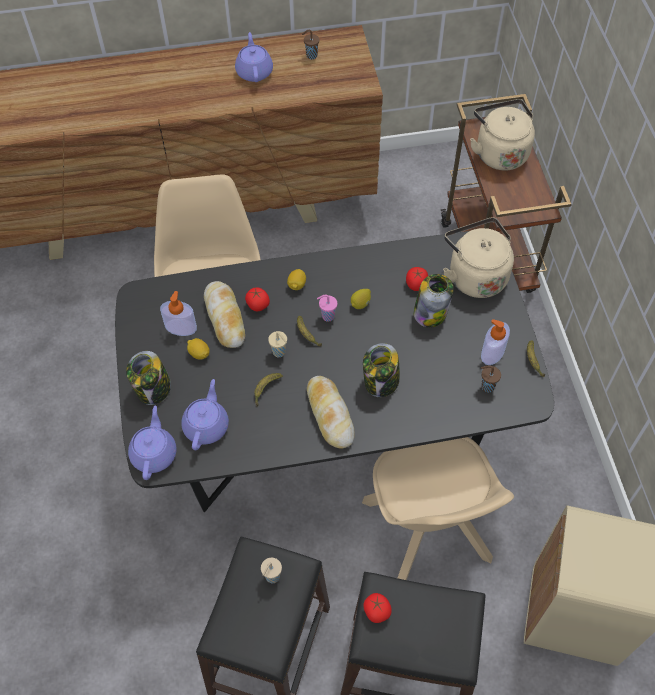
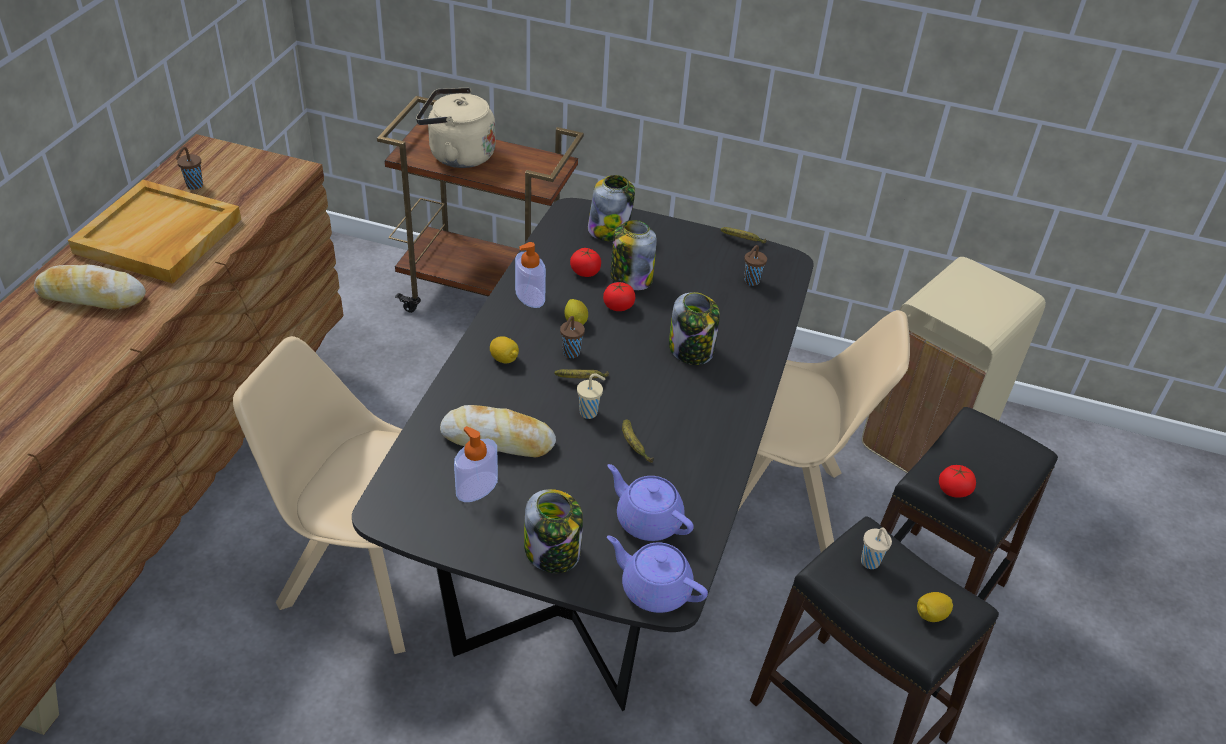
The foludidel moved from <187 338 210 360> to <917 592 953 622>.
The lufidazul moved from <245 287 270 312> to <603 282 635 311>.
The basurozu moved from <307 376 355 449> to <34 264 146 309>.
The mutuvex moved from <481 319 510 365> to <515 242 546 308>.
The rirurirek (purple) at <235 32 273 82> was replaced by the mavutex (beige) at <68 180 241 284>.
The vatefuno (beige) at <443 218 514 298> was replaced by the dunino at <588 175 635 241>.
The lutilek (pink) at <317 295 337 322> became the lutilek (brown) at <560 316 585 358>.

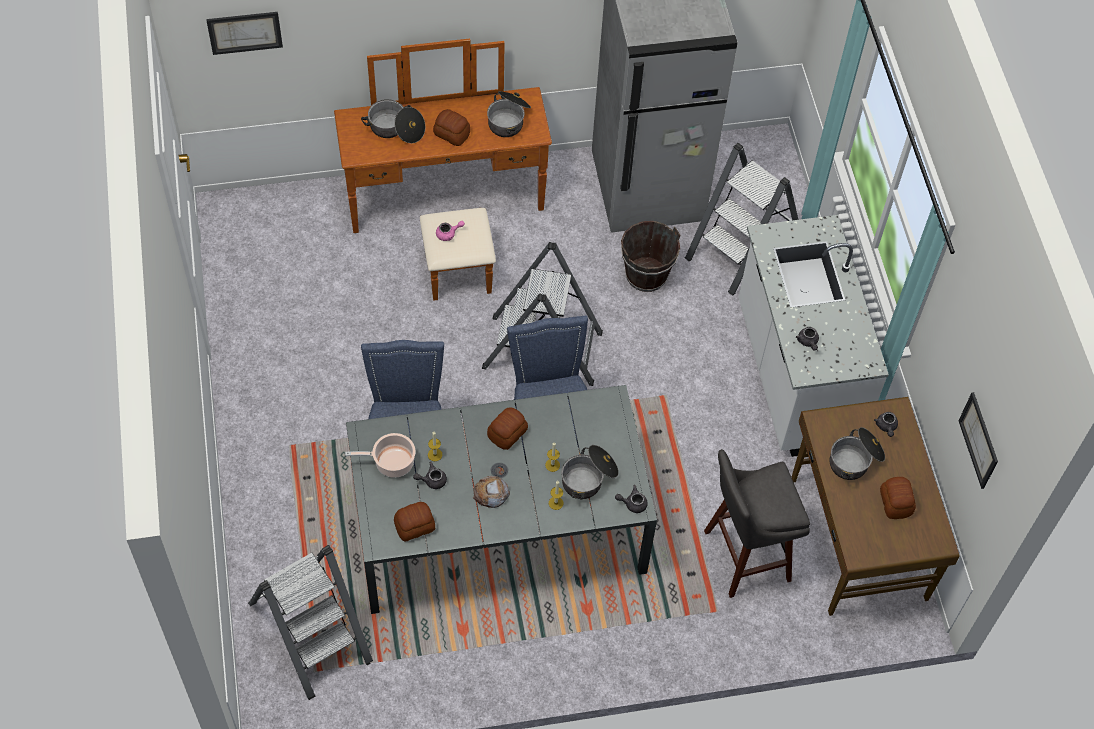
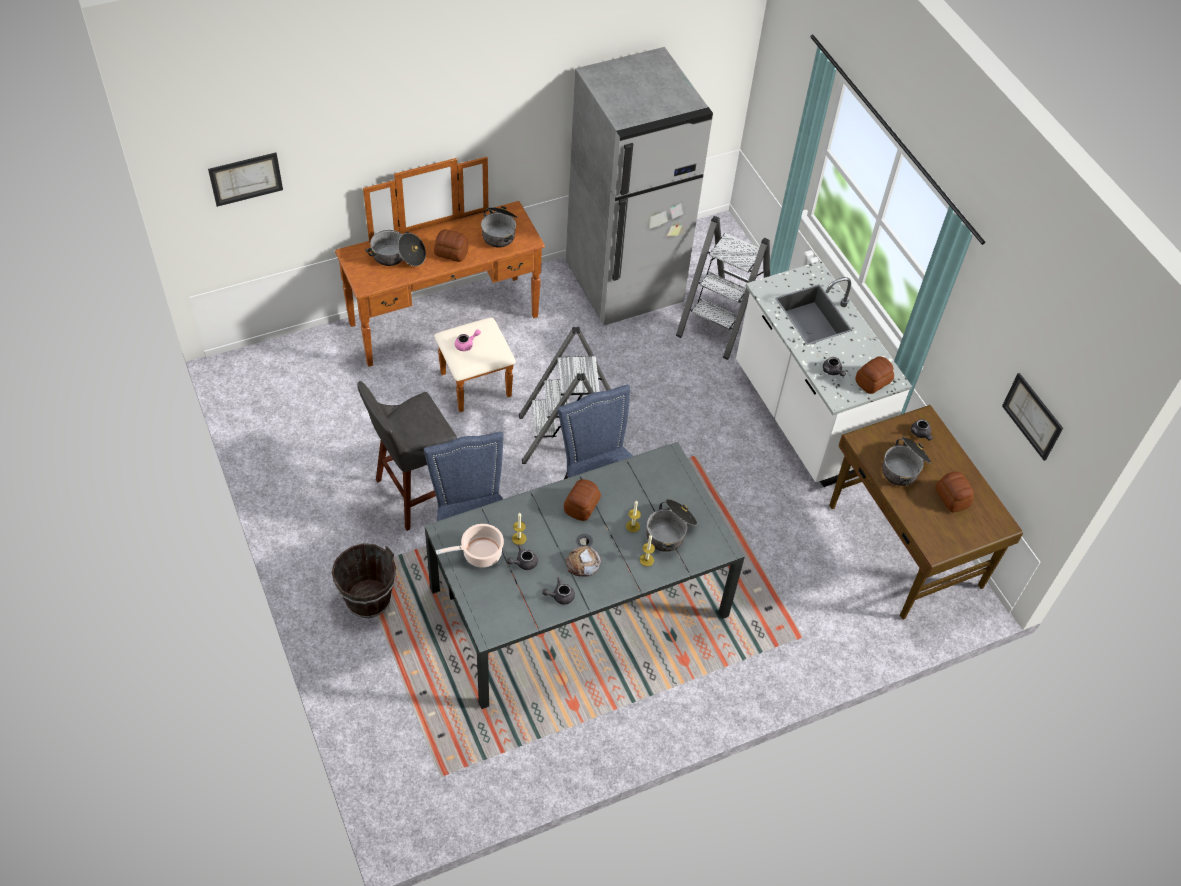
The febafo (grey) at <248 545 373 700> disappeared.
The basurozu moved from <394 502 435 542> to <855 356 894 394>.
The rirurirek (grey) moved from <615 485 648 513> to <542 577 575 605>.
The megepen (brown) moved from <621 221 681 292> to <332 543 396 618>.
The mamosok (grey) moved from <704 449 810 598> to <357 381 457 531>.

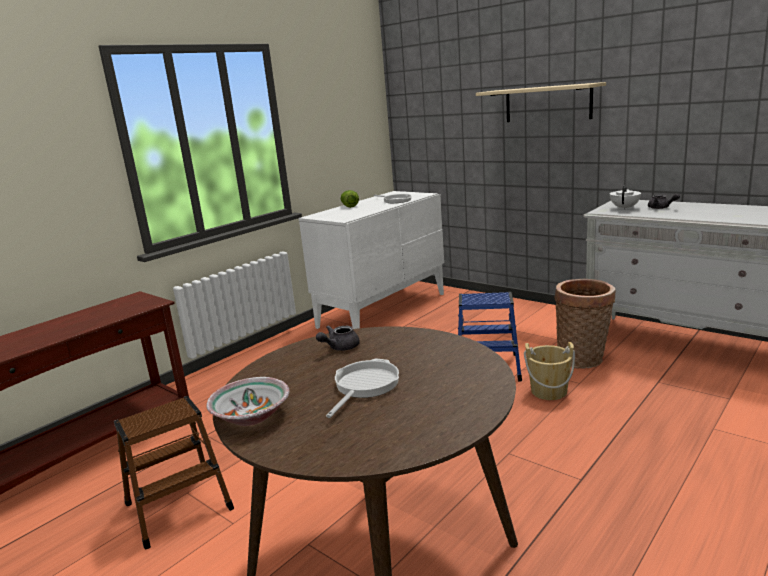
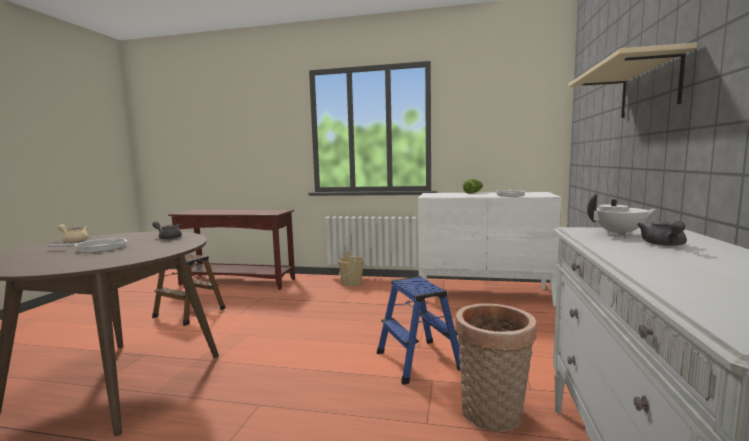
The megepen (beige) moved from <524 342 575 400> to <338 251 364 286>.
The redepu at <206 377 290 426> was replaced by the rirurirek (beige) at <58 224 89 242>.

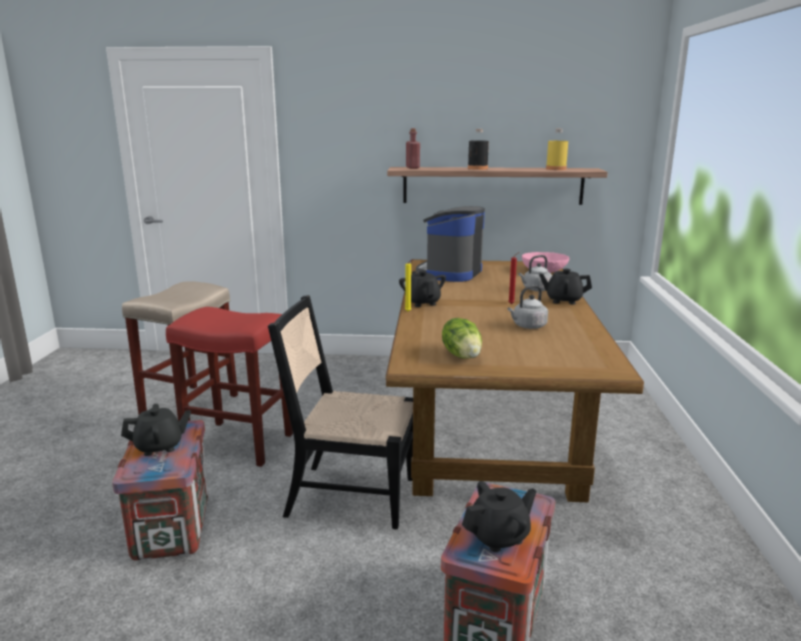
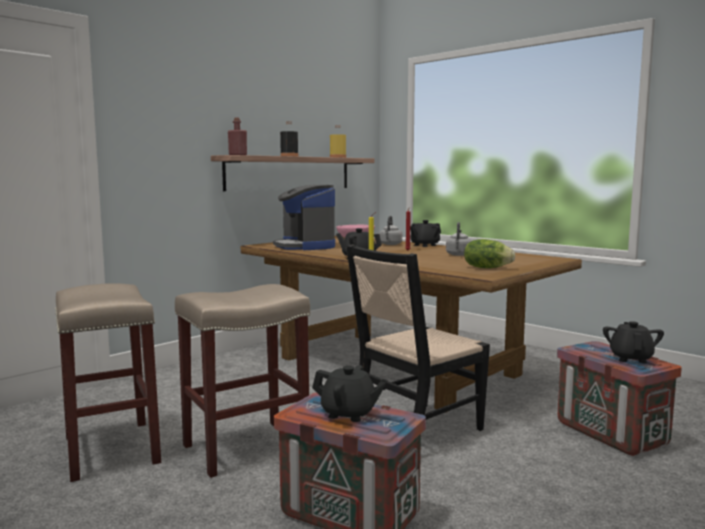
The mamosok (red) at <166 307 293 467> became the mamosok (beige) at <175 284 310 478>.
The rirurirek (black) at <121 404 191 456> turned 90 degrees clockwise.

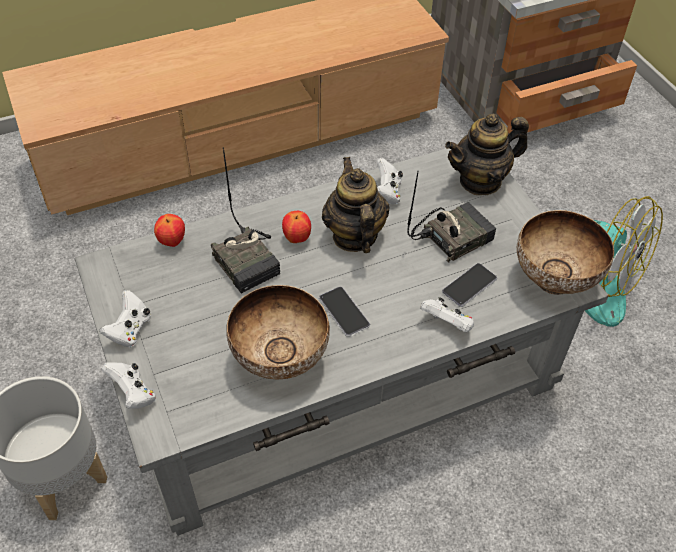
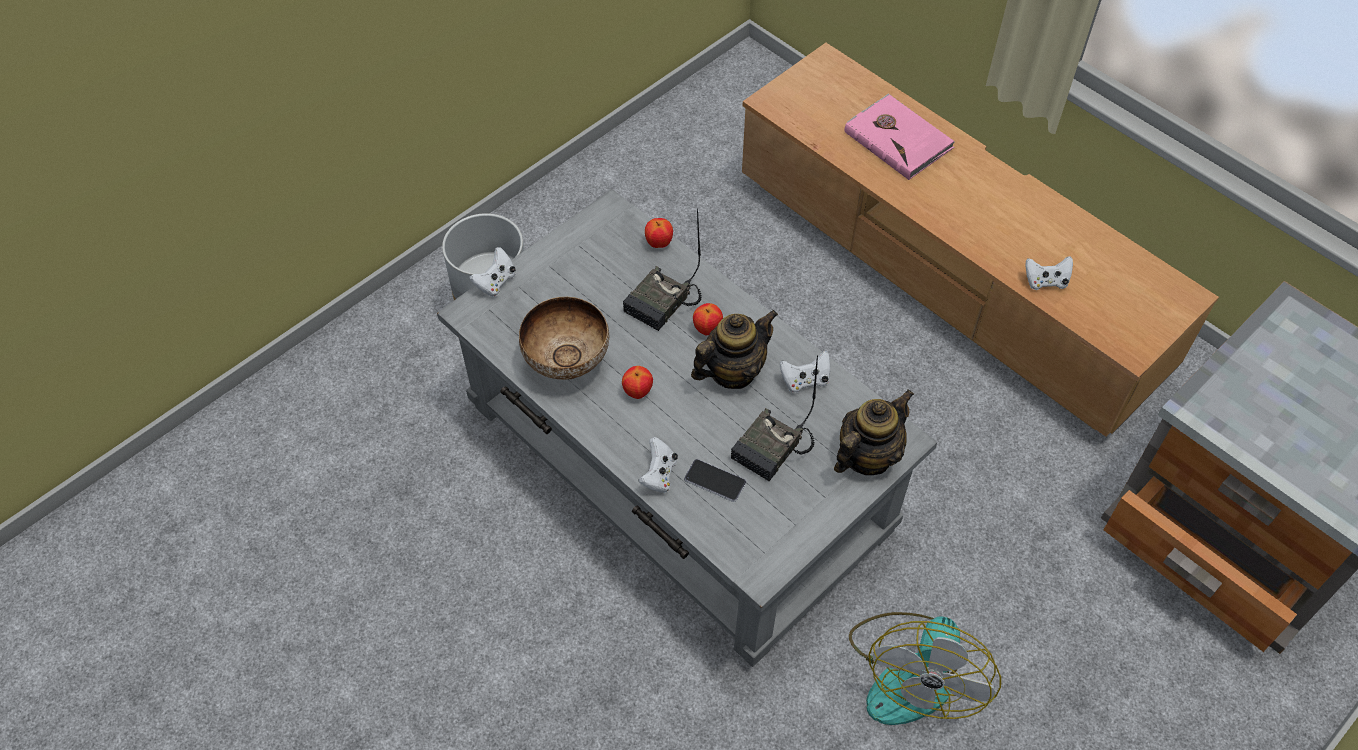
The redepu at <517 210 614 295> disappeared.
The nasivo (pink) at <844 93 954 180> appeared.
The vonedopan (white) moved from <100 290 151 347> to <1025 256 1073 290>.
The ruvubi at <319 287 370 337> was replaced by the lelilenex at <622 366 653 399>.
The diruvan at <407 170 496 263> turned 90 degrees clockwise.
The rirurirek at <445 114 529 195> turned 90 degrees clockwise.

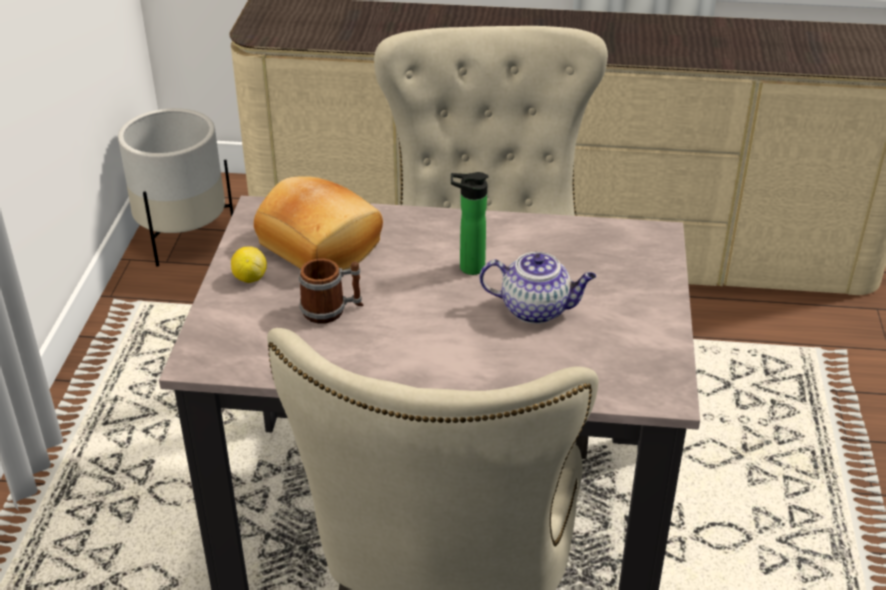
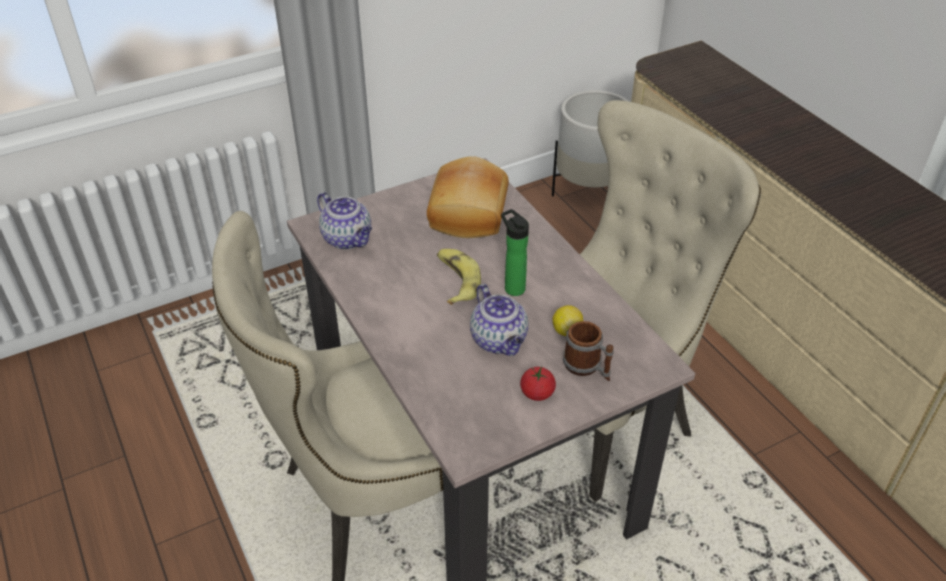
The rirurirek at <317 192 372 250> appeared.
The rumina at <437 249 481 305> appeared.
The lufidazul at <520 367 556 401> appeared.
The foludidel moved from <231 247 267 283> to <553 305 583 336>.
The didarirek moved from <299 259 363 324> to <563 321 614 381>.

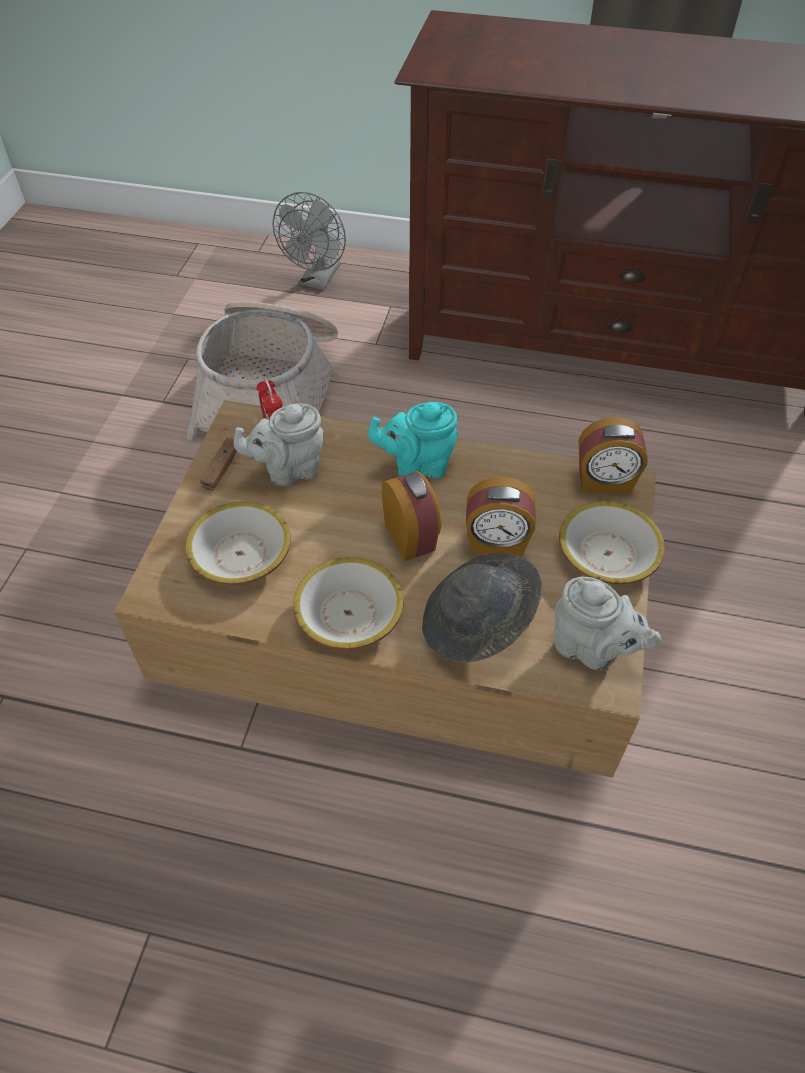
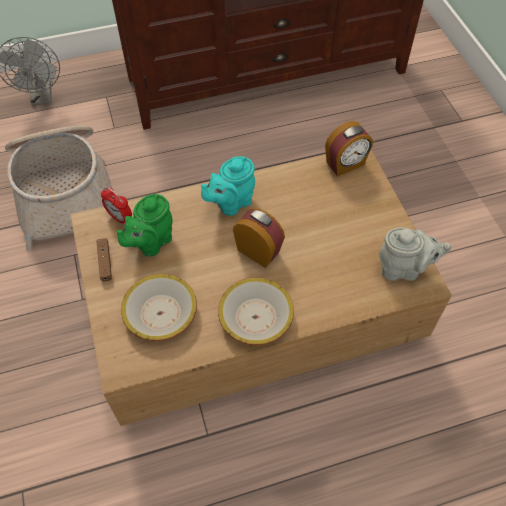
The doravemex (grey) at <422 553 542 662> disappeared.
The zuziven at <466 477 535 556> disappeared.
The redepu at <559 501 665 585> disappeared.
The rirurirek (grey) at <233 403 324 486> became the rirurirek (green) at <117 194 173 257>.

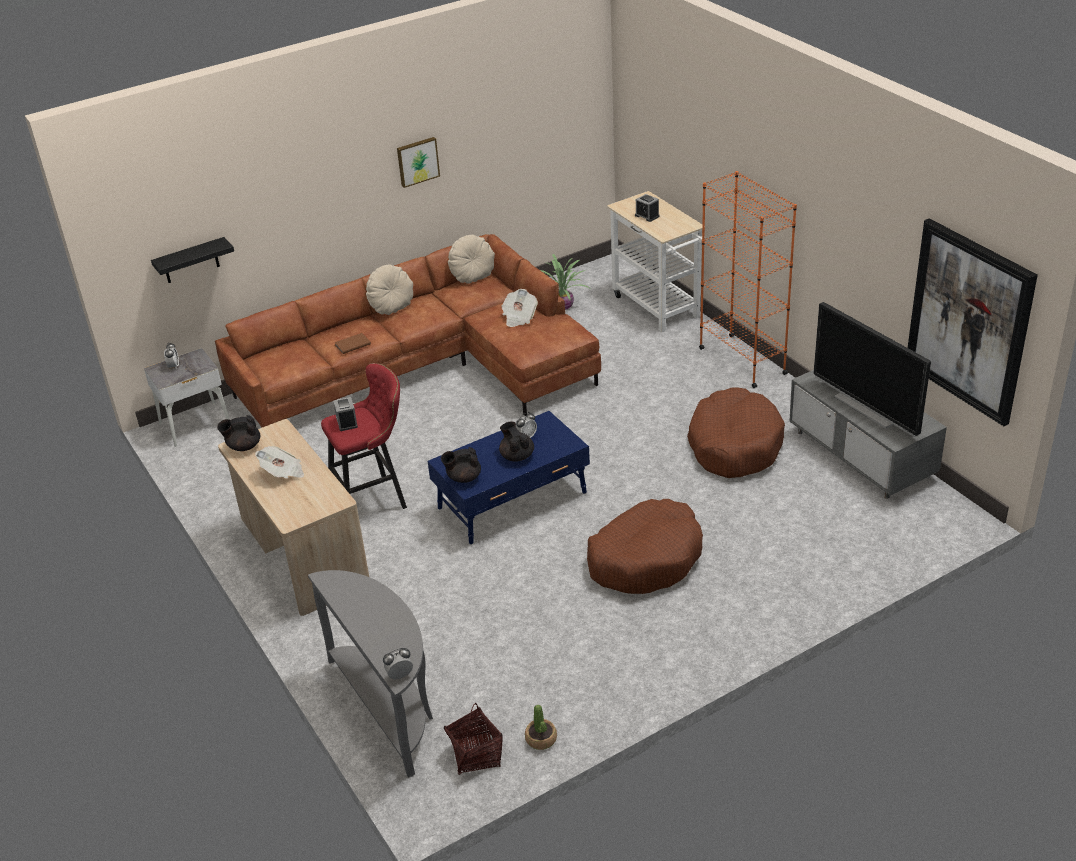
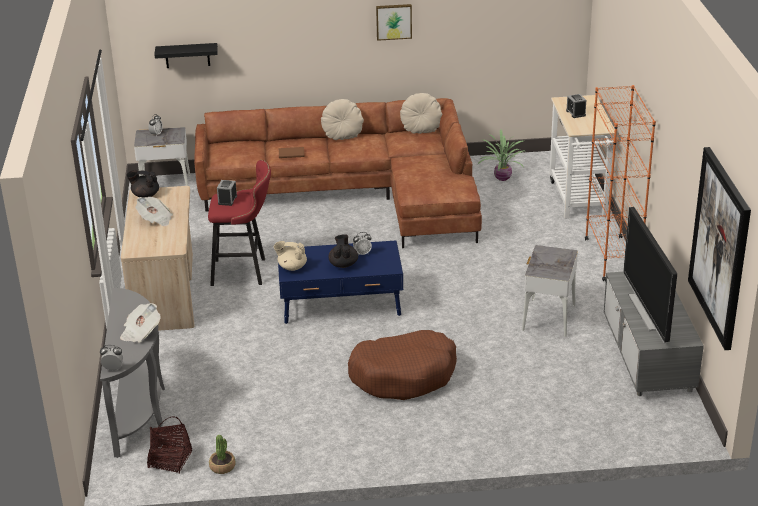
The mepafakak moved from <501 289 538 327> to <120 303 161 343>.
The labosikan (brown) at <687 387 785 478> was replaced by the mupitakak at <522 245 578 337>.
The rirurirek (black) at <441 447 481 483> became the rirurirek (beige) at <274 241 307 271>.

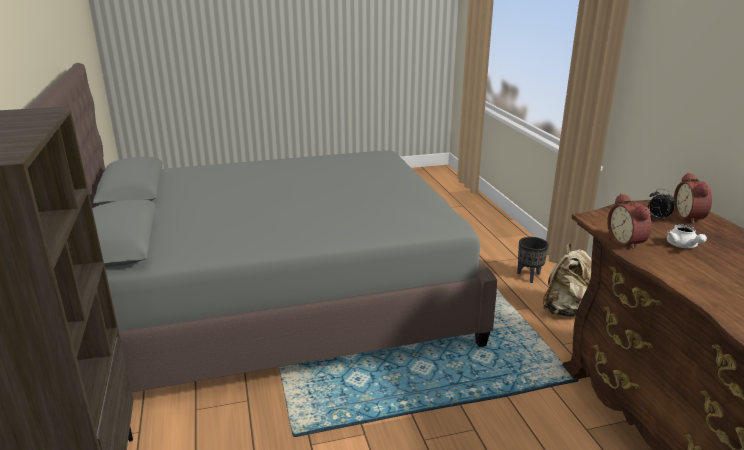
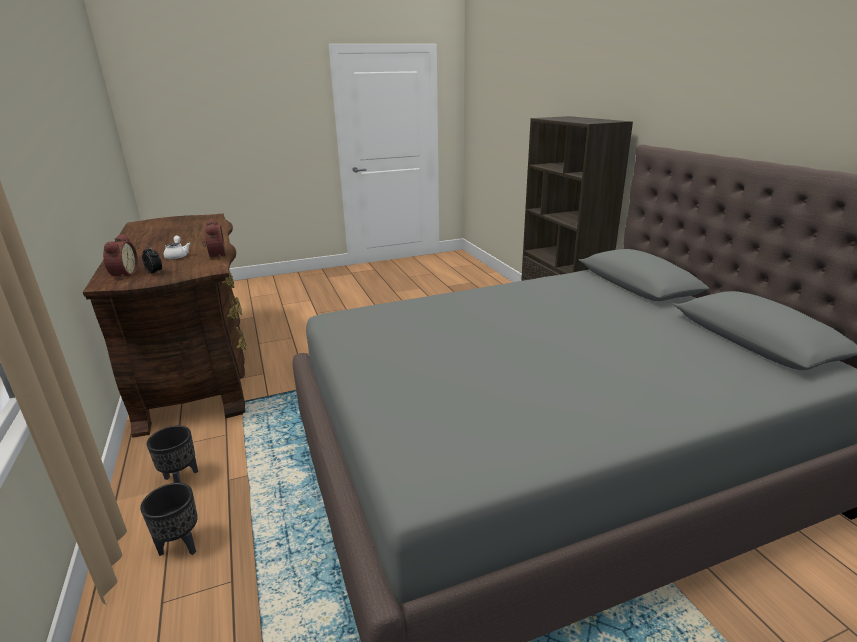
The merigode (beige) at <543 243 592 317> was replaced by the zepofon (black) at <147 425 198 483>.

